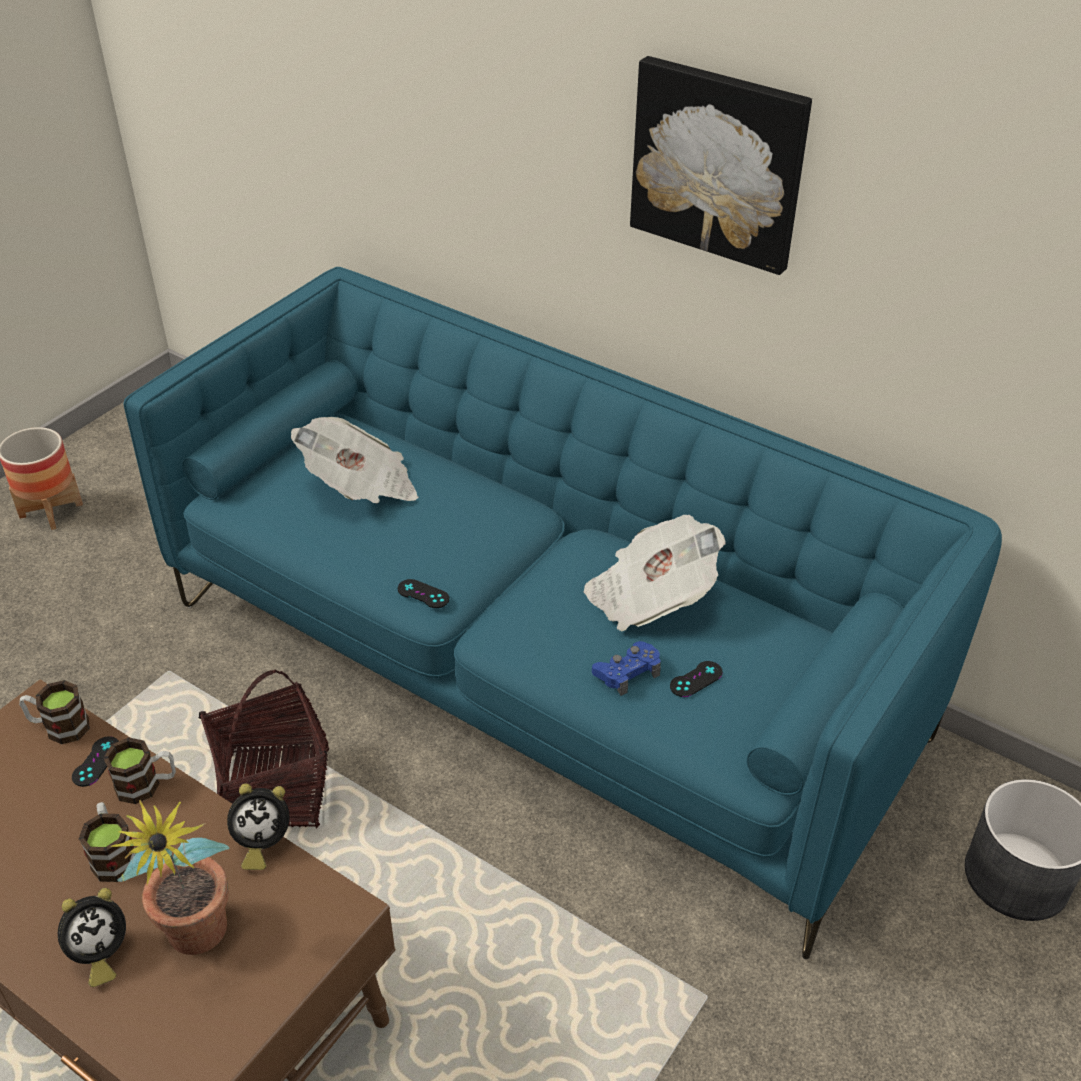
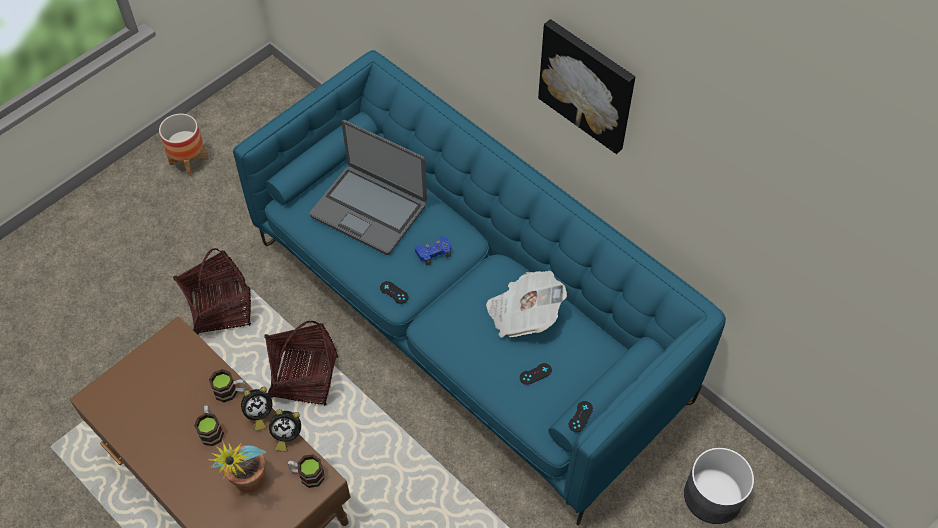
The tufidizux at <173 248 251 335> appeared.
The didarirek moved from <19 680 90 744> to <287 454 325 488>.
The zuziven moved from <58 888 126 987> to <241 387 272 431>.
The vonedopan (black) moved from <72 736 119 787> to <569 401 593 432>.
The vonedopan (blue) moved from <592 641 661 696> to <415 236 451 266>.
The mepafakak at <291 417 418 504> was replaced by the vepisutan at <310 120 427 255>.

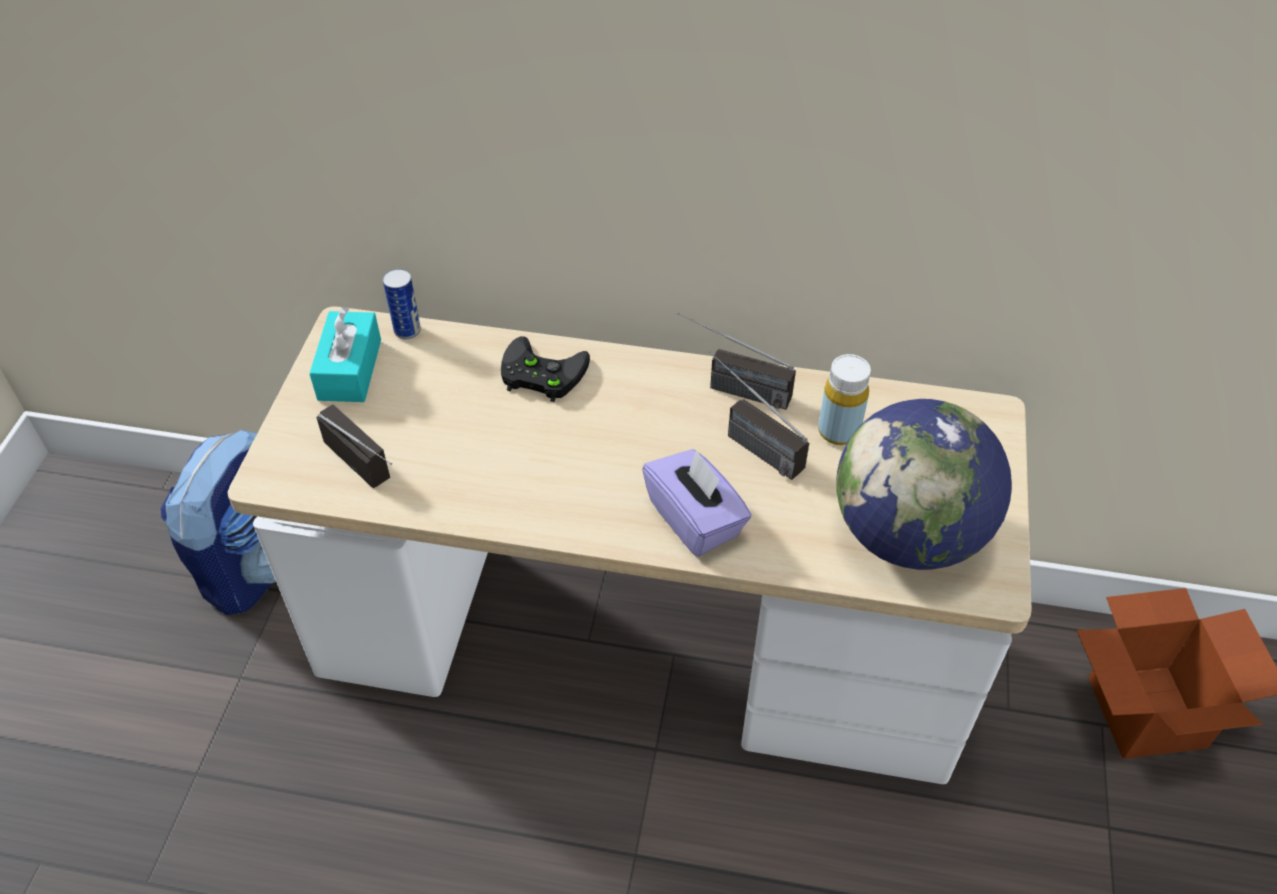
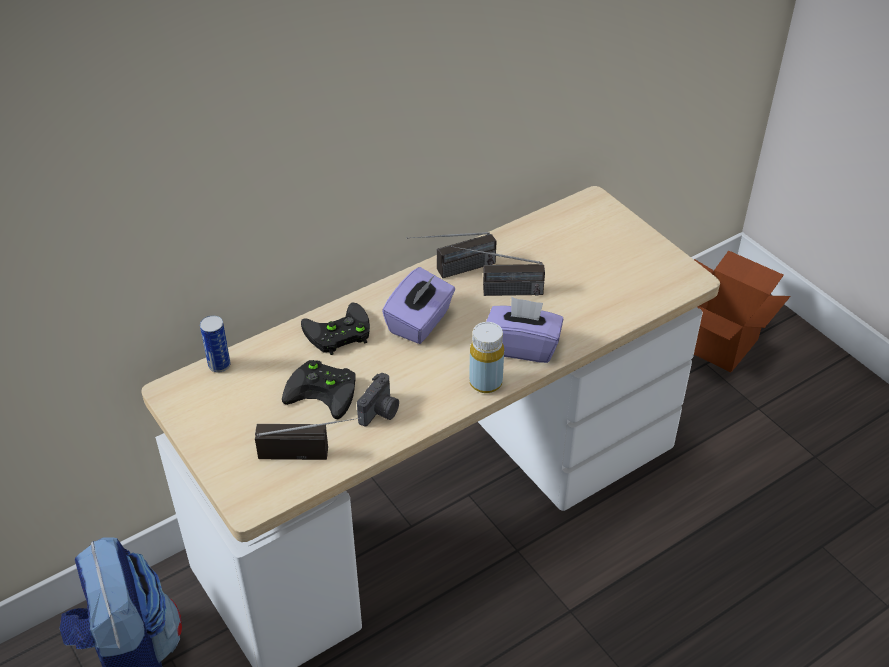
The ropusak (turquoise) at <309 307 381 402> disappeared.
The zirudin at <836 399 1012 570> disappeared.
The vonedopan (black) at <282 360 356 419> appeared.
The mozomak at <357 373 399 427> appeared.
The ropusak (purple) at <382 267 455 344> appeared.
The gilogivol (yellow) moved from <818 354 871 445> to <469 322 504 393>.

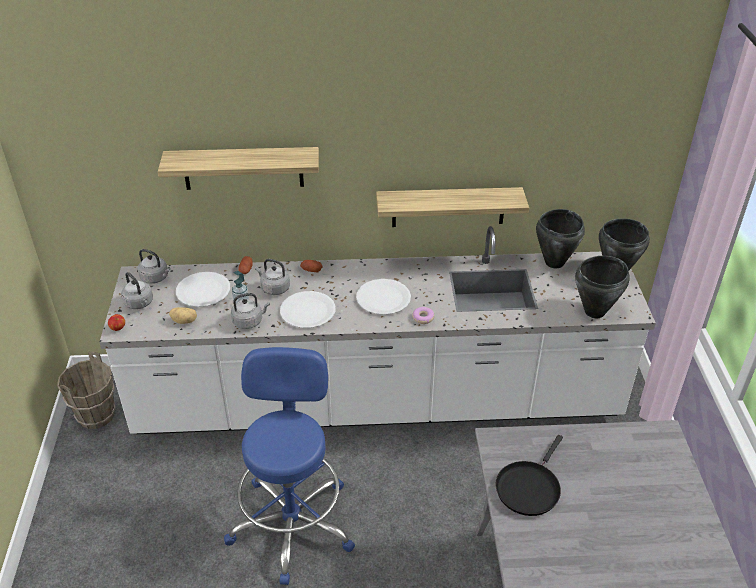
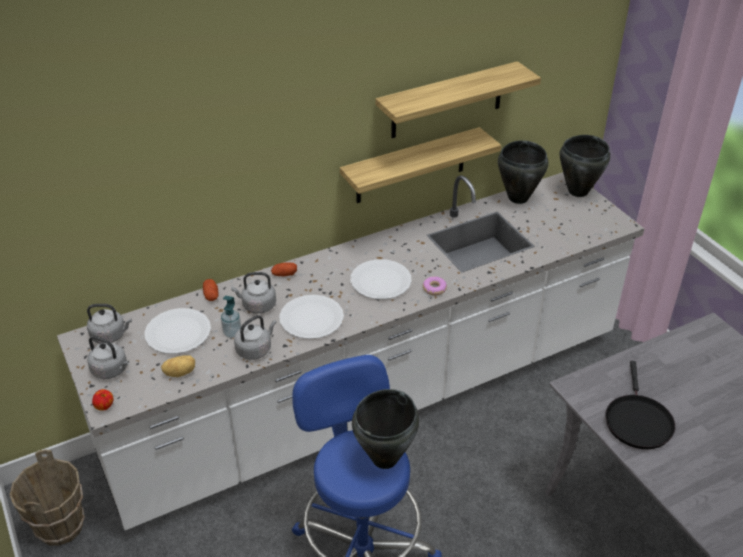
The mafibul moved from <158 147 319 190> to <376 61 541 138>.
The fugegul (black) moved from <575 256 630 318> to <352 389 419 469>.

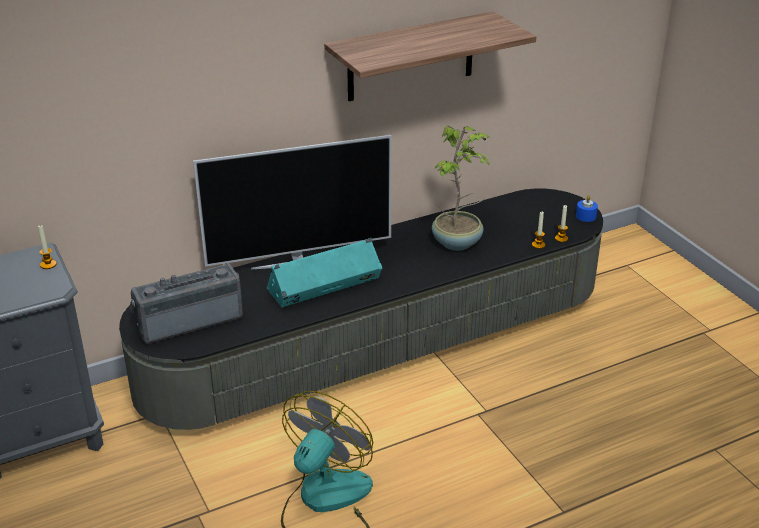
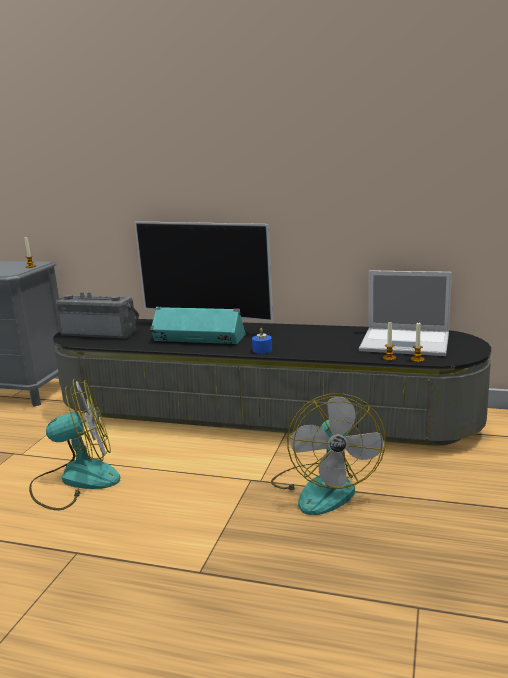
The mafibul at <324 12 536 101> disappeared.
The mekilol at <432 126 490 251> disappeared.
The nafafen at <271 393 386 515> appeared.
The vepisutan at <359 270 452 356> appeared.
The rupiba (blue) moved from <576 195 598 222> to <252 328 272 354>.

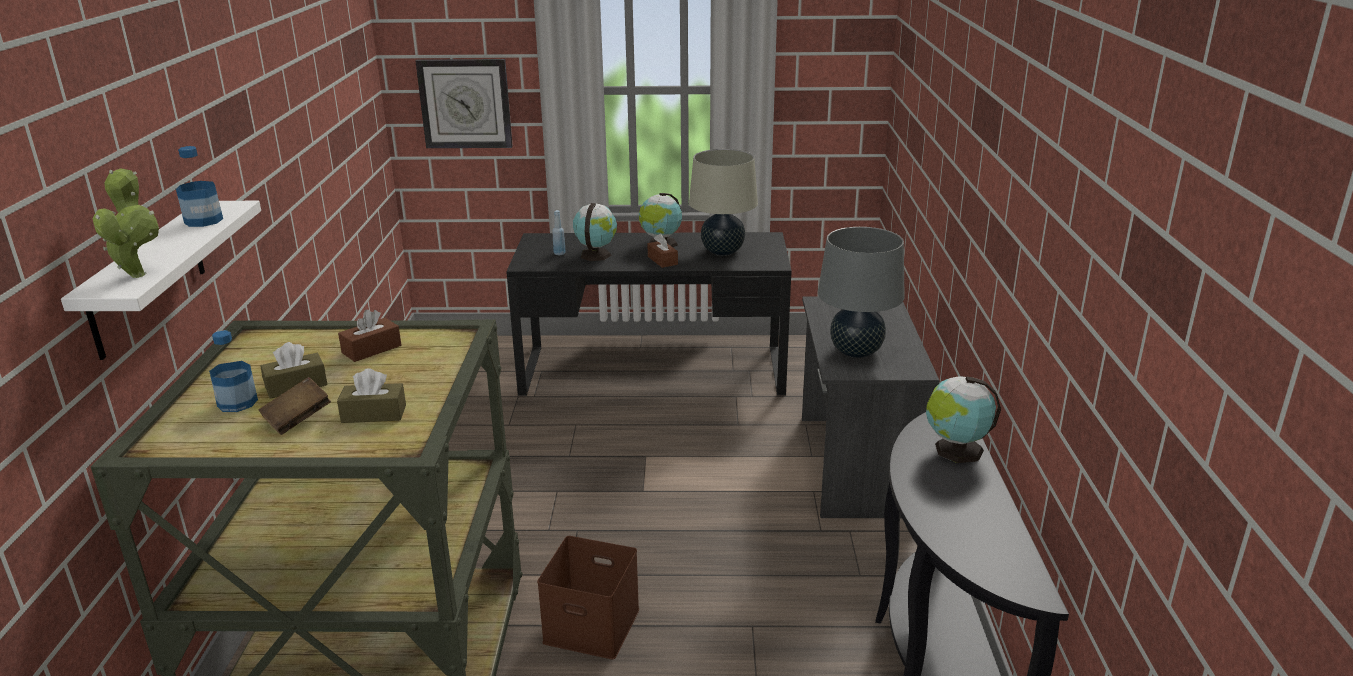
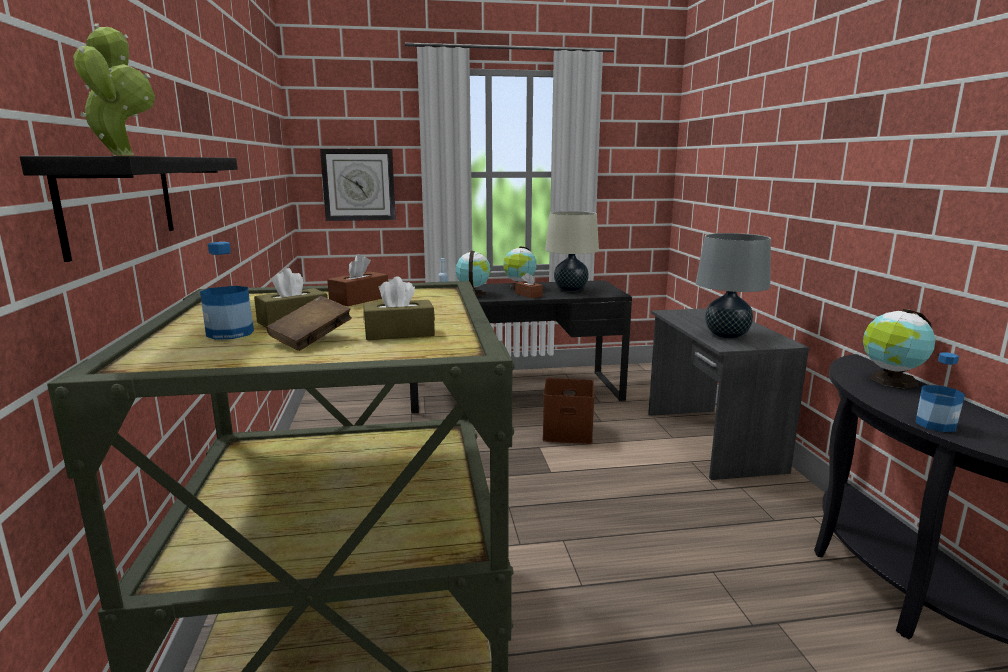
The gilogivol moved from <176 146 223 227> to <915 352 965 432>.
The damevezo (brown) moved from <537 536 639 659> to <542 378 594 444>.
The mafibul (white) at <61 201 261 360> became the mafibul (black) at <20 156 238 262>.

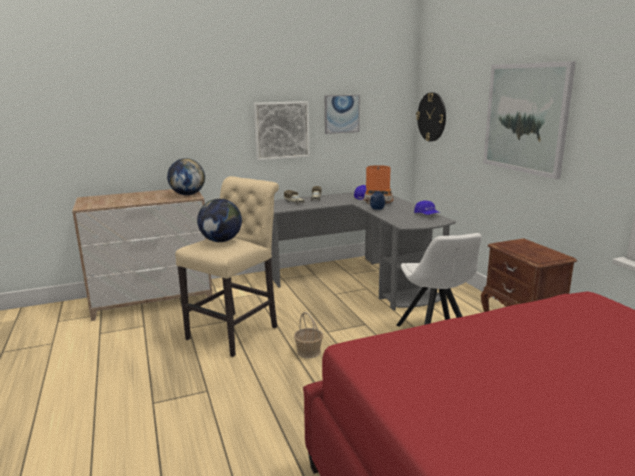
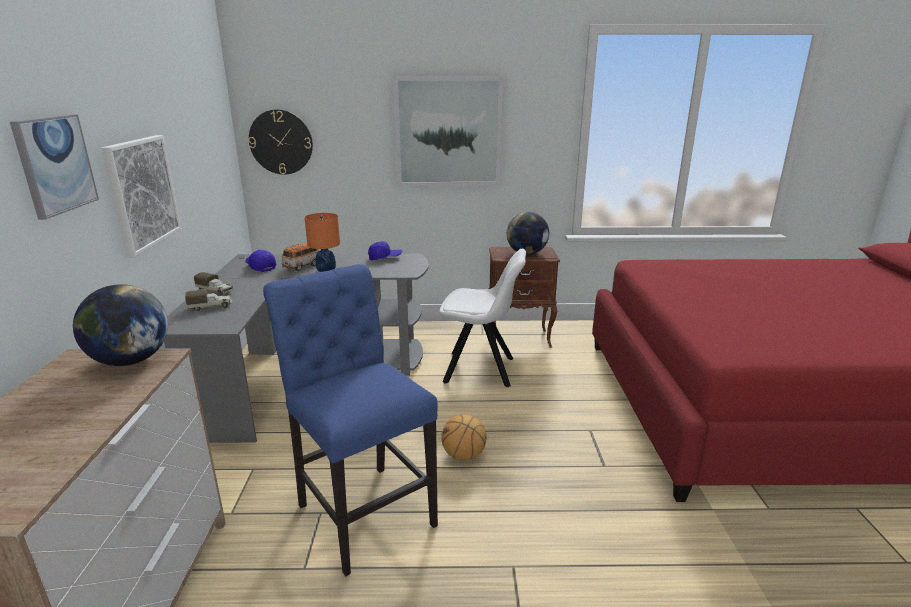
The zirudin moved from <197 198 242 242> to <507 212 549 255>.
The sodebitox moved from <325 95 360 134> to <10 114 99 220>.
The tufidizux at <294 312 323 358> was replaced by the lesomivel at <441 414 487 461>.
The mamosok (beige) at <175 176 279 357> became the mamosok (blue) at <263 264 438 576>.

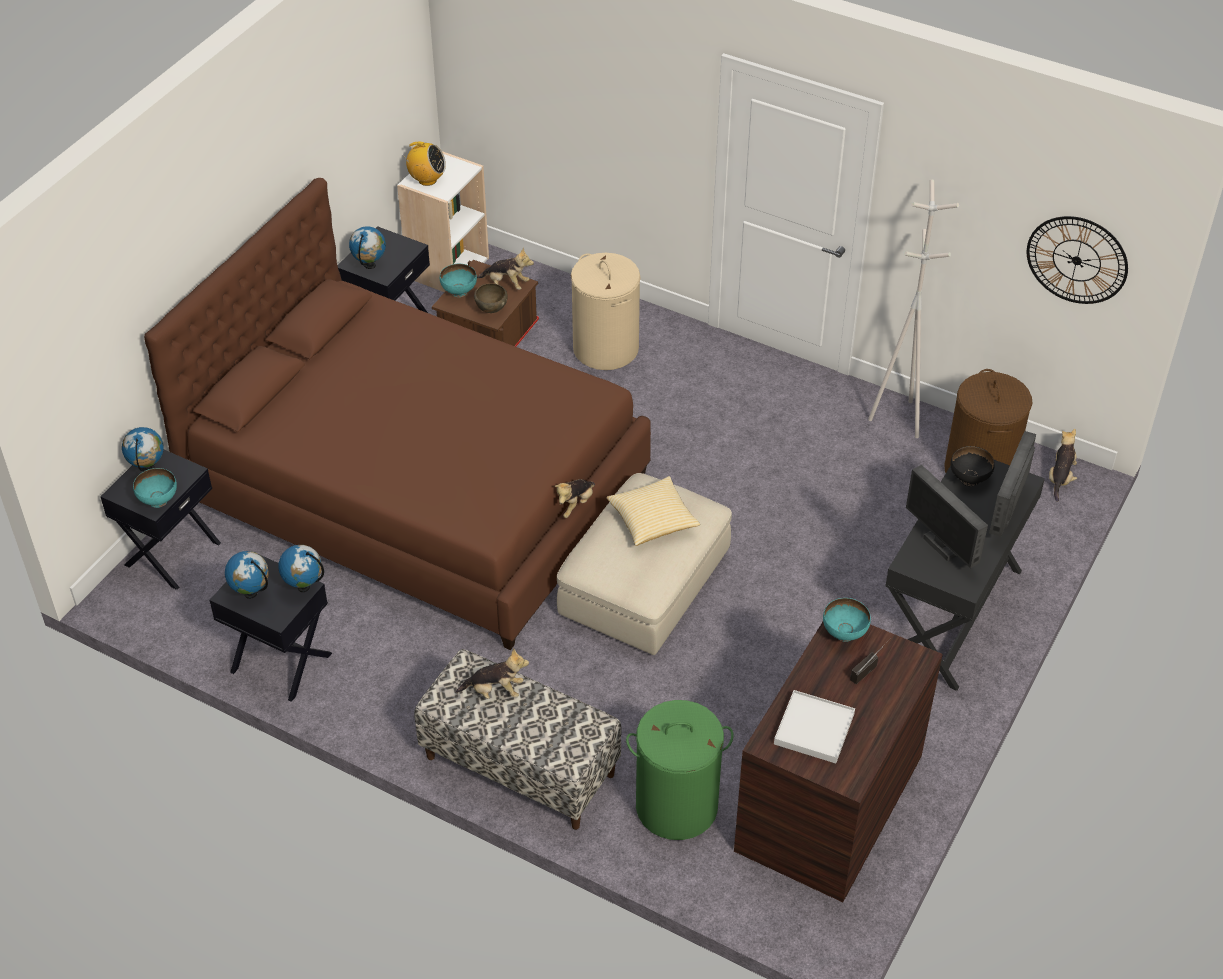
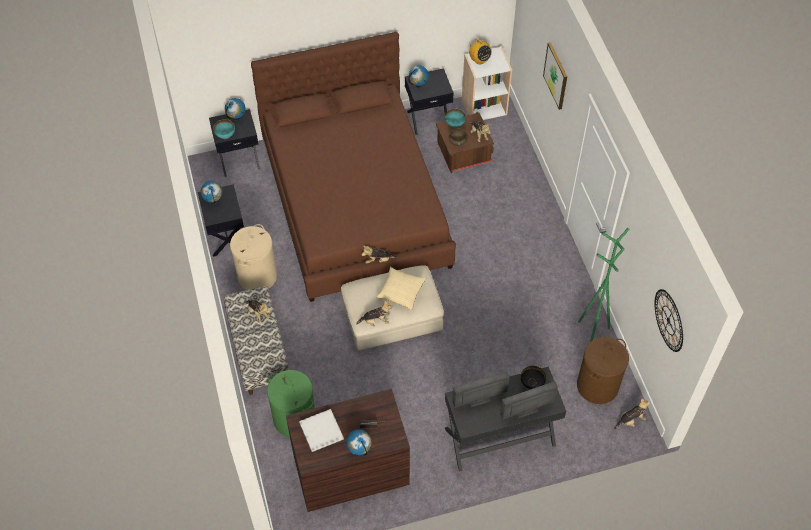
The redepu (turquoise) at <823 598 871 642> disappeared.
The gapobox at <356 301 393 327> appeared.
The sodebitox at <543 42 567 110> appeared.
The zirudin moved from <278 545 324 592> to <346 429 372 455>.
The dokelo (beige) moved from <571 253 640 370> to <230 224 277 290>.
The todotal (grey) at <868 180 959 438> became the todotal (green) at <578 228 630 342>.
The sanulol at <906 465 988 568> turned 60 degrees clockwise.

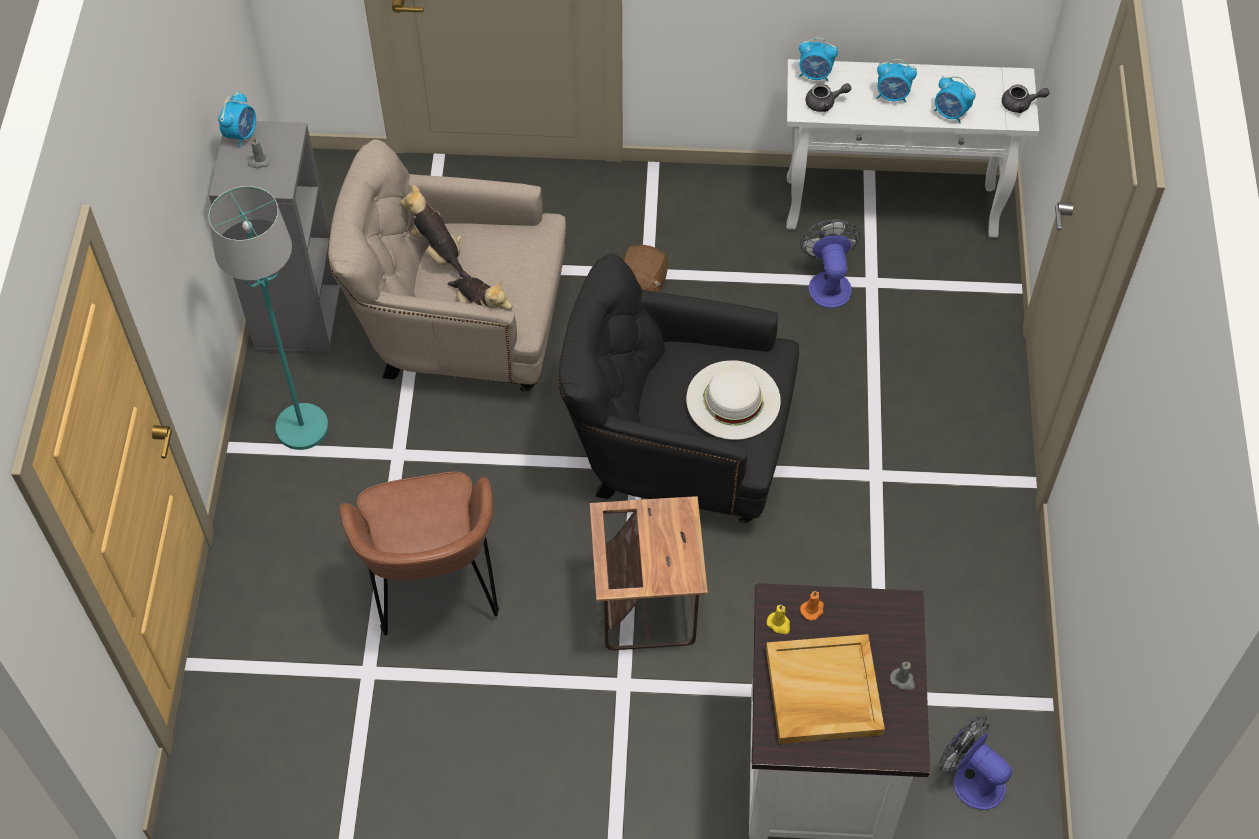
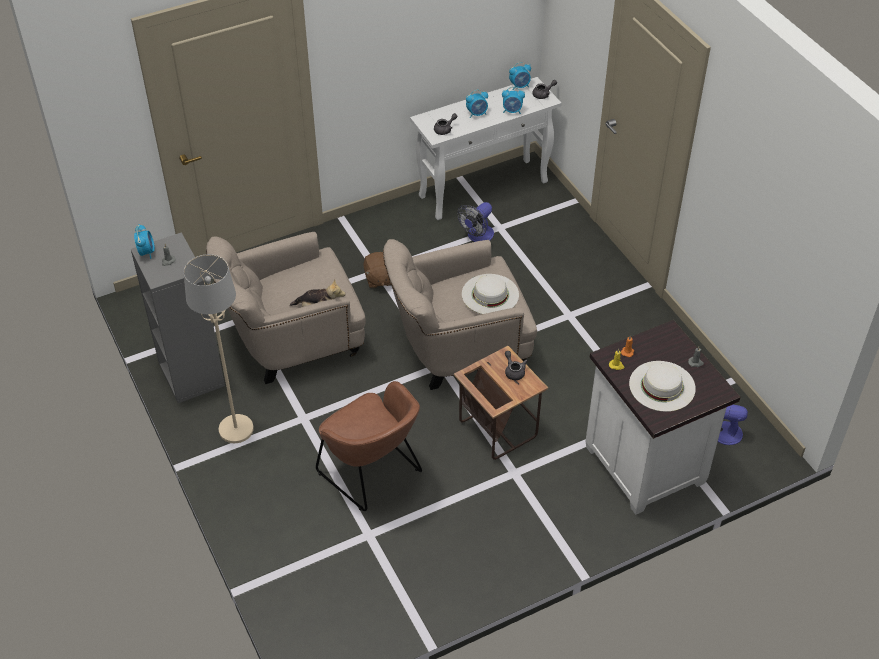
The gapobox at <400 185 471 279> disappeared.
The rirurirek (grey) at <505 351 527 380> appeared.
The zuziven moved from <799 38 838 82> to <509 62 531 90>.
The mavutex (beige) at <766 634 885 744> was replaced by the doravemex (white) at <629 361 696 412>.
The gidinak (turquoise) at <209 186 329 450> became the gidinak (beige) at <184 254 254 443>.
The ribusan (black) at <558 254 799 523> became the ribusan (beige) at <383 239 537 390>.
The nafafen at <800 219 860 308> turned 105 degrees counterclockwise.

